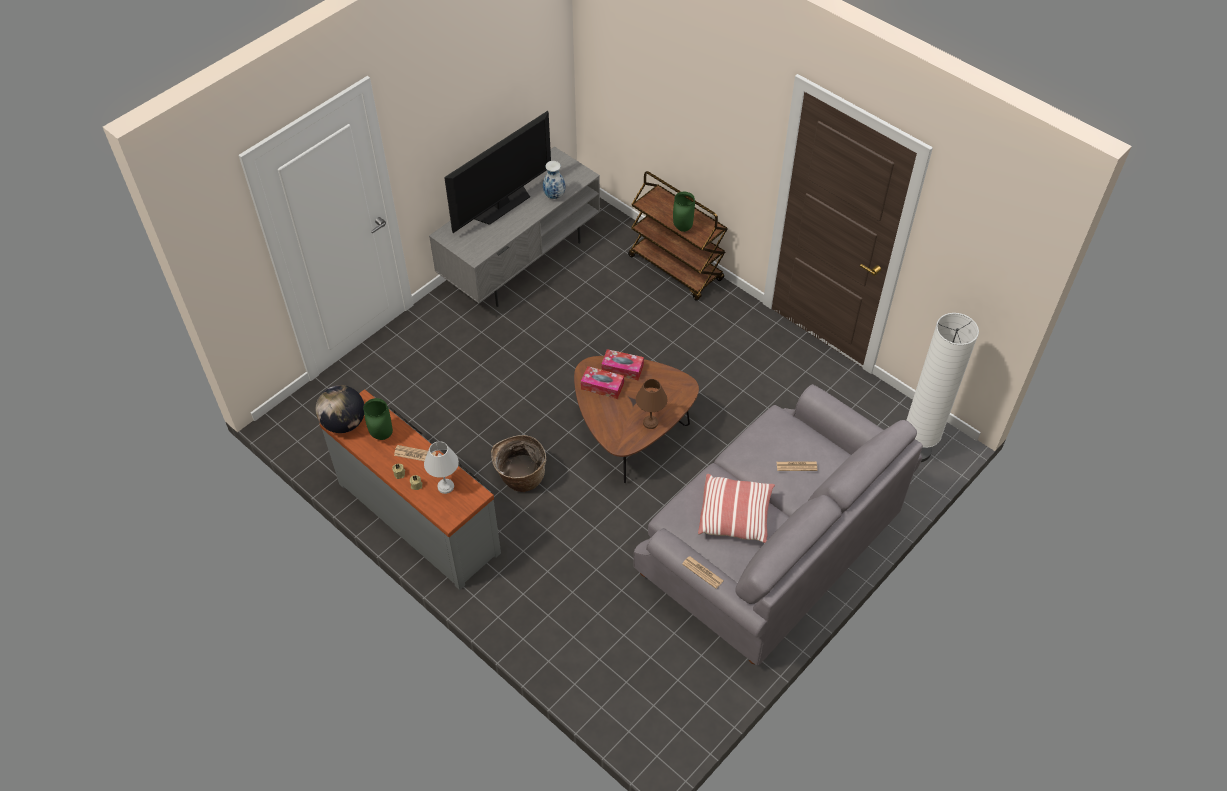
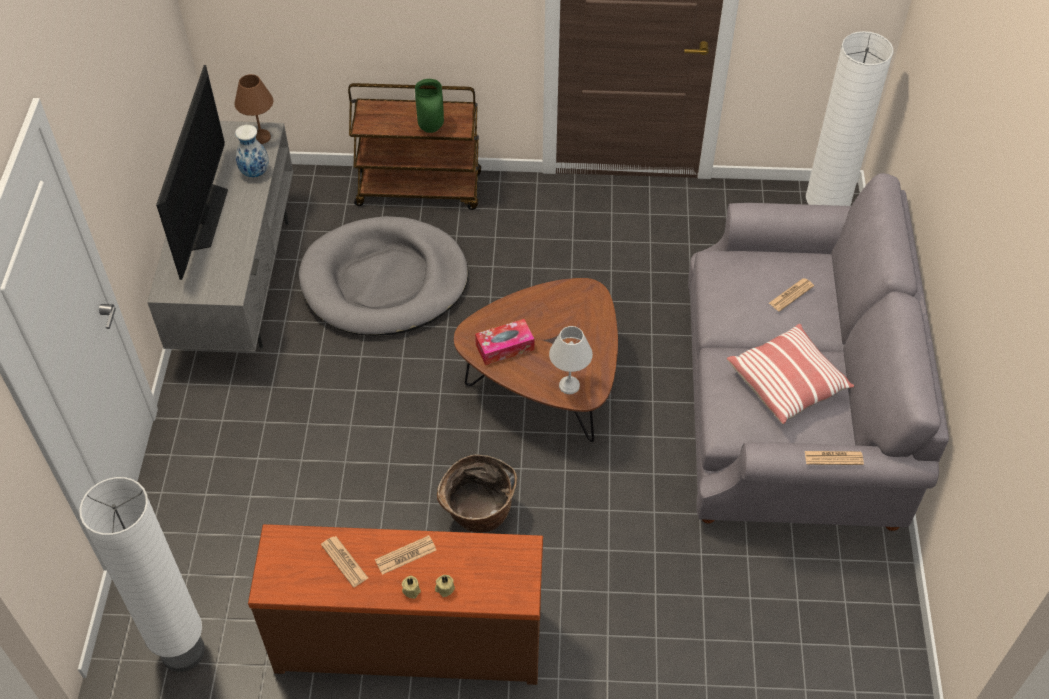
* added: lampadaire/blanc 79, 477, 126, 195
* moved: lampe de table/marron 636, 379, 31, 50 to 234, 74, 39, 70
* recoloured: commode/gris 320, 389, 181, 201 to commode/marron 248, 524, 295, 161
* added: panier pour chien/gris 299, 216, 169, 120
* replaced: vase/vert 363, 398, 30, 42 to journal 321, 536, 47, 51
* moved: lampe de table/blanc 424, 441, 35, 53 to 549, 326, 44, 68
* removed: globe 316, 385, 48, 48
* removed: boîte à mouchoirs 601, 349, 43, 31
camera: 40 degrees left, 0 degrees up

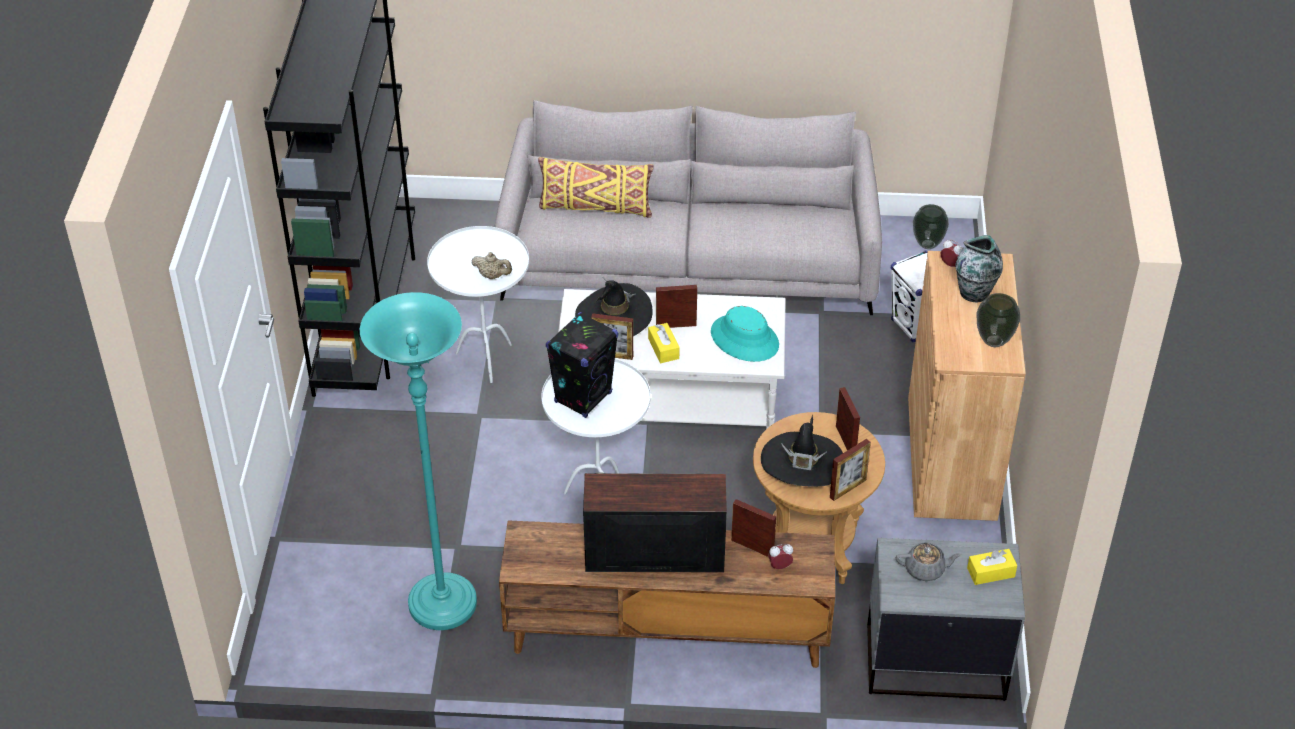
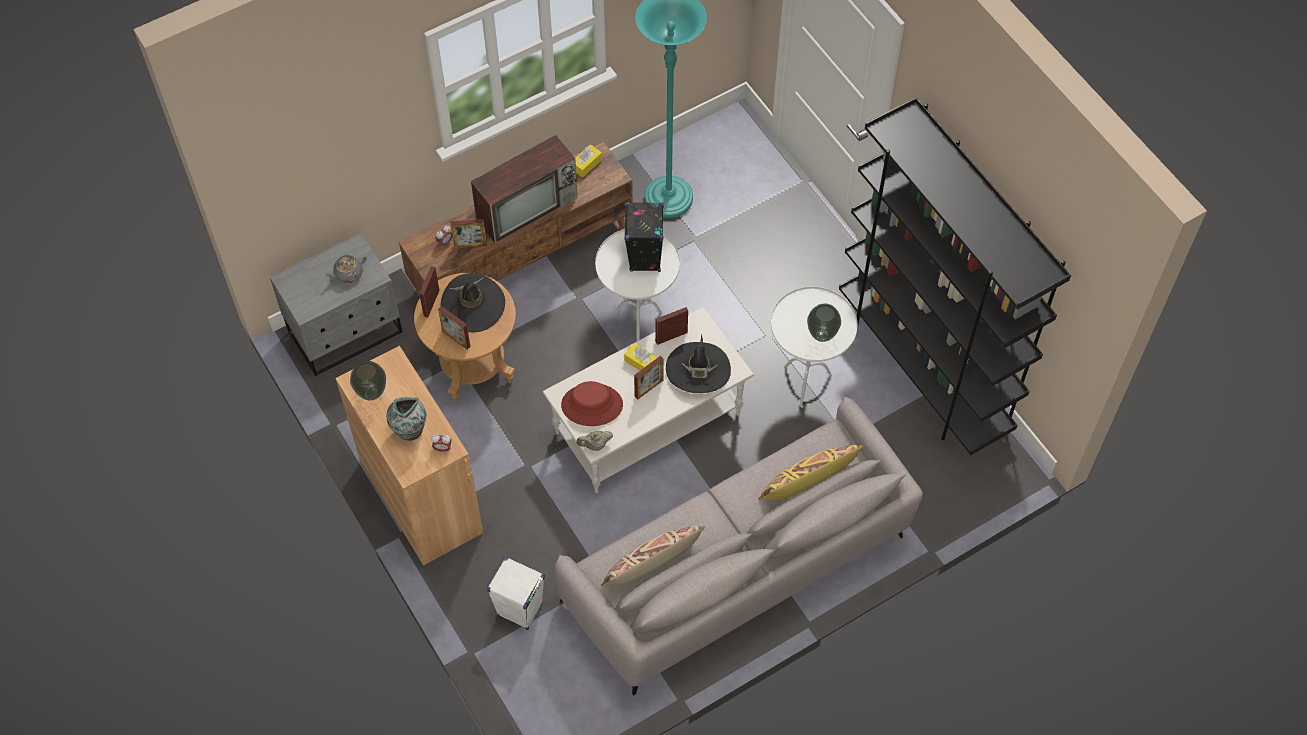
* recoloured: chapeau/turquoise 711, 306, 68, 56 to chapeau/rouge 561, 381, 62, 45
* moved: boîte à mouchoirs/jaune 967, 549, 50, 36 to 575, 144, 27, 34
* moved: théière/beige 471, 252, 41, 27 to 577, 431, 36, 20
* added: coussin/beige 601, 526, 104, 60
* moved: vase 913, 204, 36, 45 to 807, 304, 34, 38
camera: 145 degrees right, 15 degrees up

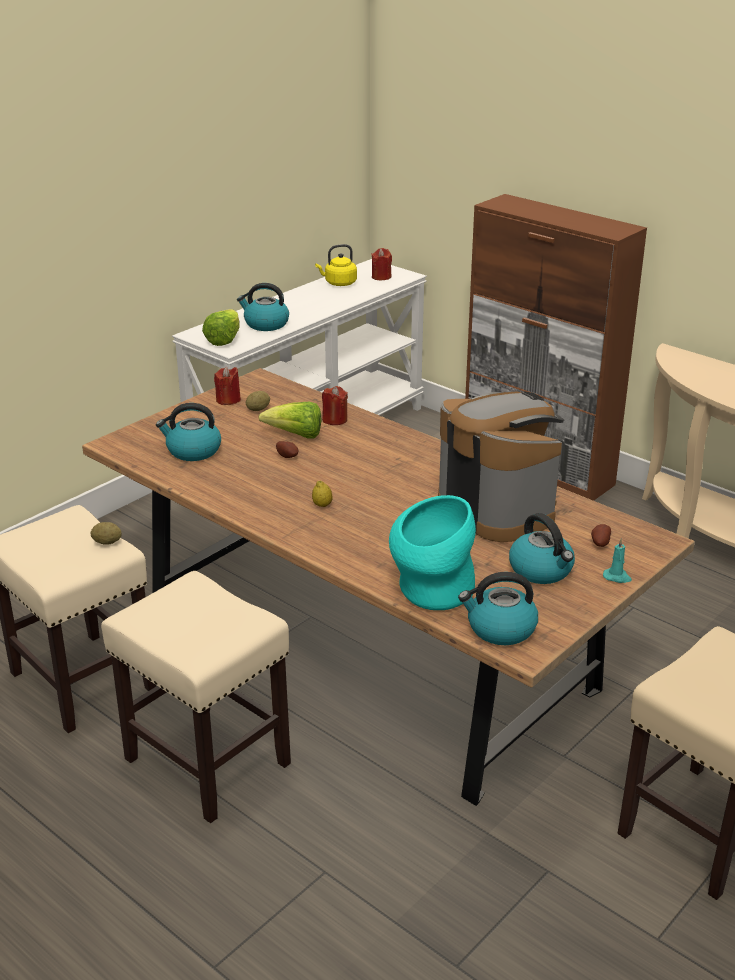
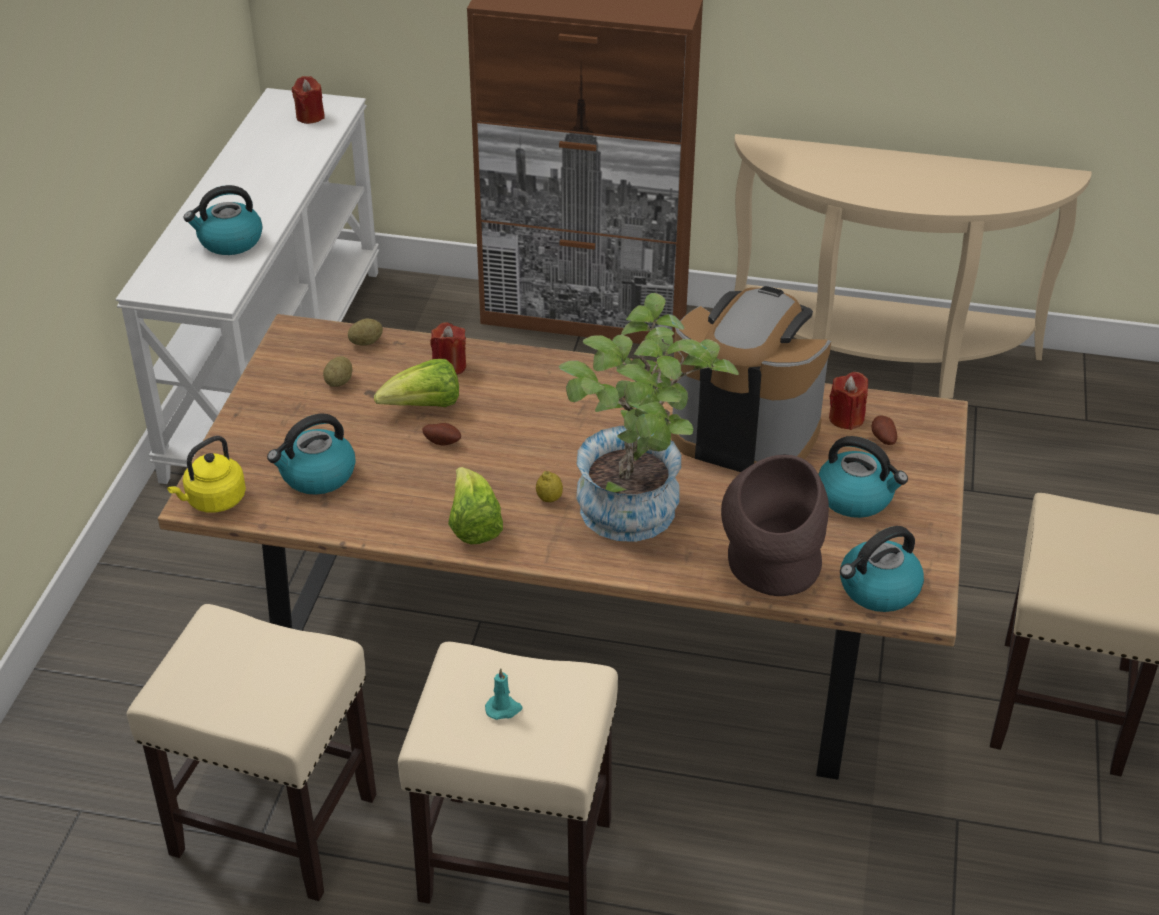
* moved: bouilloire/jaune 315, 244, 42, 42 to 167, 436, 79, 77
* moved: pomme de terre 91, 522, 31, 23 to 348, 318, 35, 28
* moved: laitue 202, 309, 38, 37 to 448, 467, 55, 77
* moved: bougie/turquoise 603, 538, 29, 45 to 485, 668, 38, 52
* added: plante en pot 559, 293, 180, 249
* recoloured: vase/turquoise 389, 495, 87, 115 to vase/marron 721, 455, 108, 141
* moved: bougie/rouge 214, 366, 27, 39 to 829, 372, 39, 58
camera: 30 degrees left, 10 degrees up

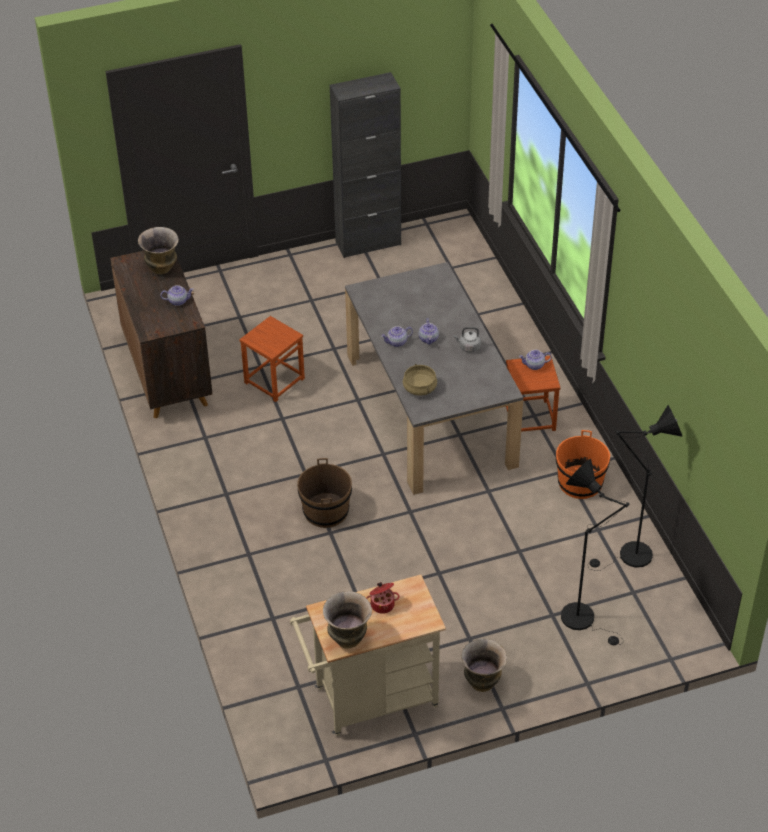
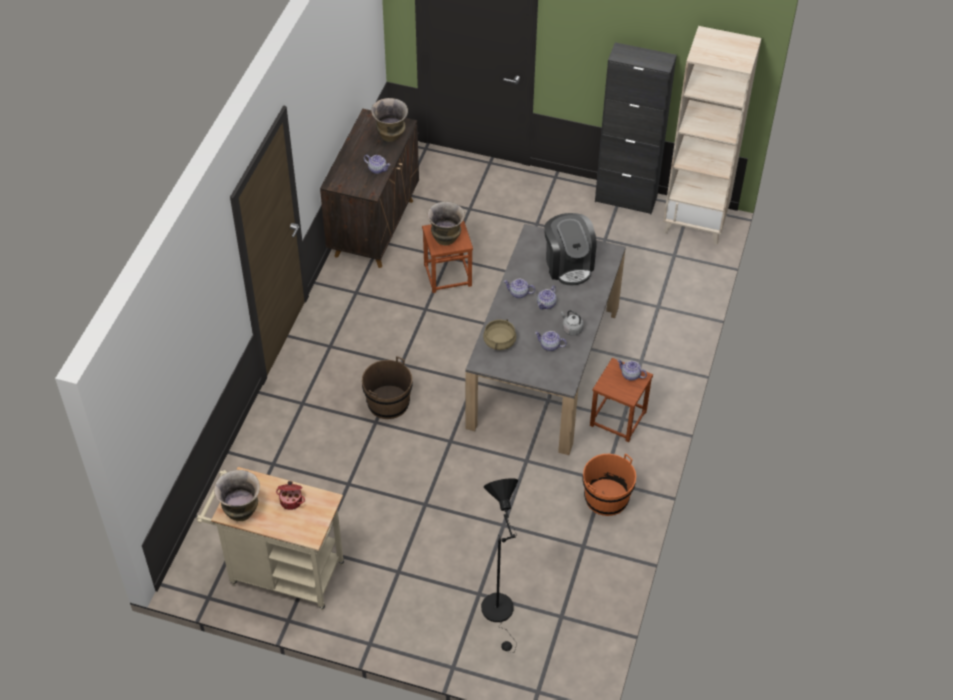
* moved: vase 461, 639, 46, 53 to 427, 201, 38, 45
* added: théière 535, 331, 32, 20
* added: machine à café 544, 213, 53, 72
* added: bibliothèque/beige 663, 26, 98, 219
* removed: lampadaire/noir 588, 405, 94, 166
camera: 35 degrees right, 5 degrees up

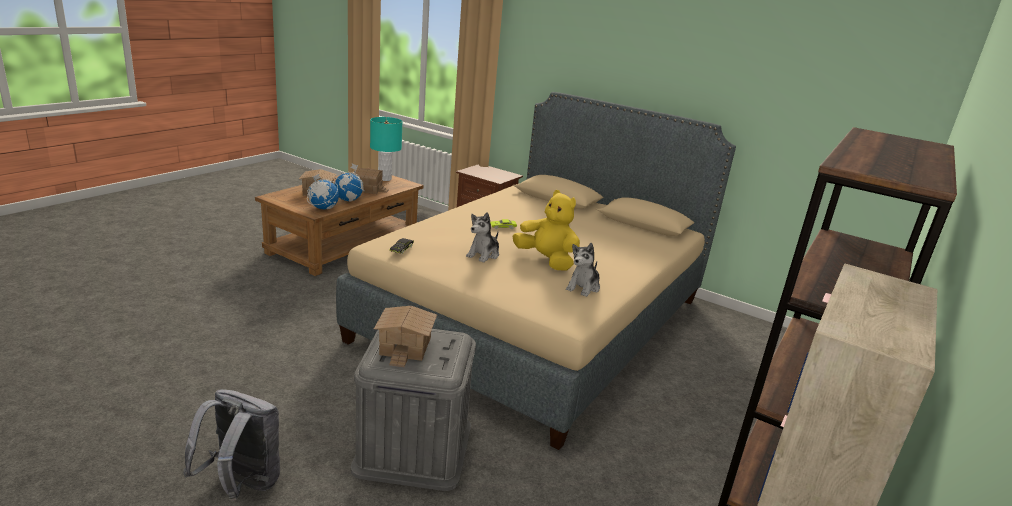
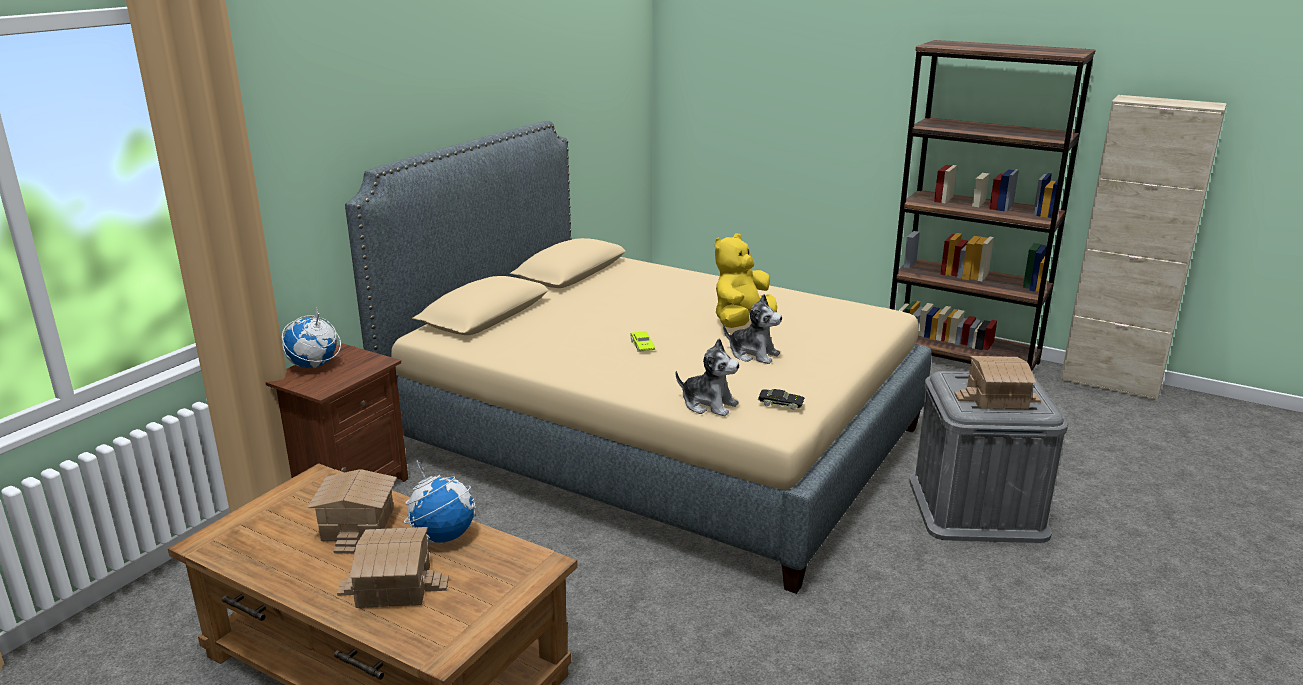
* moved: globe 307, 174, 32, 35 to 282, 307, 59, 61
* moved: peluche 566, 243, 34, 54 to 676, 338, 63, 78
* removed: sac à dos/gris 183, 389, 97, 112
* removed: lampe de table/turquoise 370, 117, 33, 64
camera: 90 degrees left, 0 degrees up

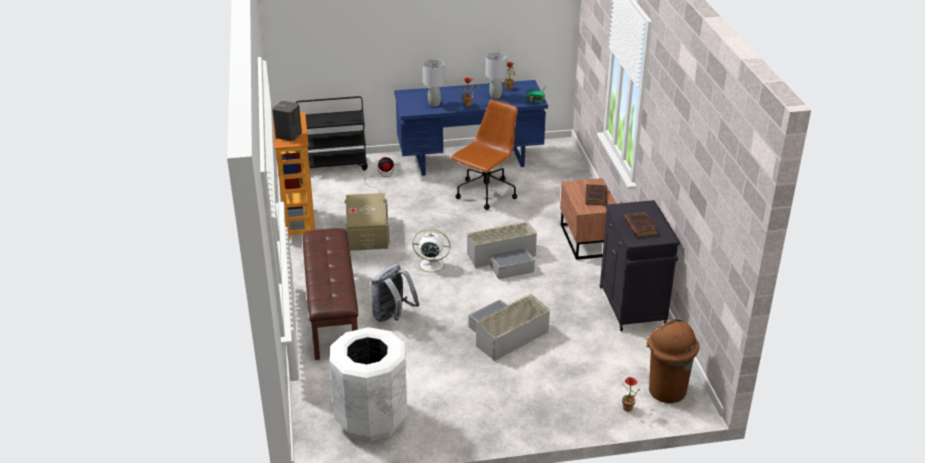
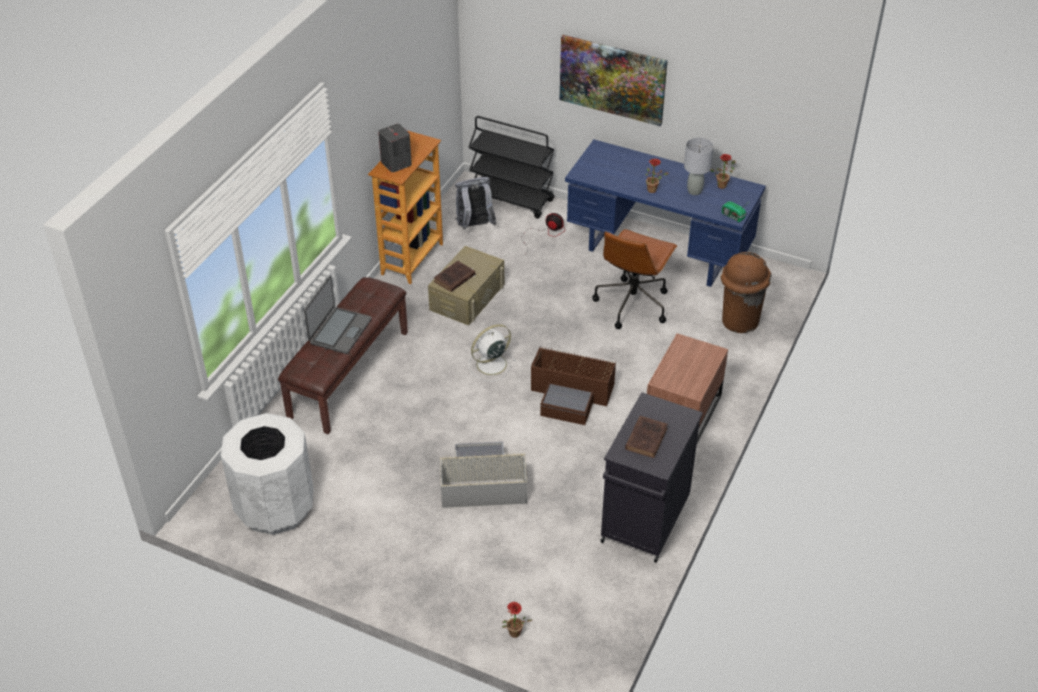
* added: ordinateur portable 304, 276, 68, 78
* moved: livre/marron 585, 184, 22, 21 to 434, 261, 41, 31
* moved: sac à dos/gris 371, 264, 49, 58 to 455, 177, 41, 53
* turned: ventilateur/blanc 412, 229, 39, 47 = 469, 324, 47, 58 75 degrees counterclockwise
* recoloured: boîte de rangement/gris 467, 221, 70, 58 to boîte de rangement/marron 531, 347, 85, 78
* added: tableau 560, 35, 108, 91
* turned: chaise de bureau/marron 450, 99, 68, 111 = 592, 229, 85, 100 135 degrees clockwise
* moved: poubelle/marron 647, 319, 52, 84 to 721, 252, 51, 81
* removed: lampe de table/gris 423, 59, 22, 48
camera: 35 degrees right, 10 degrees up

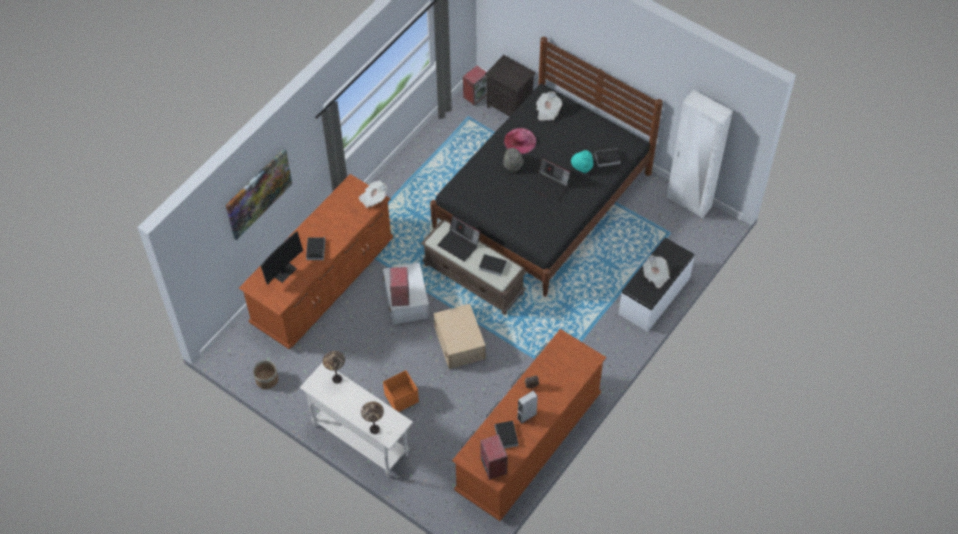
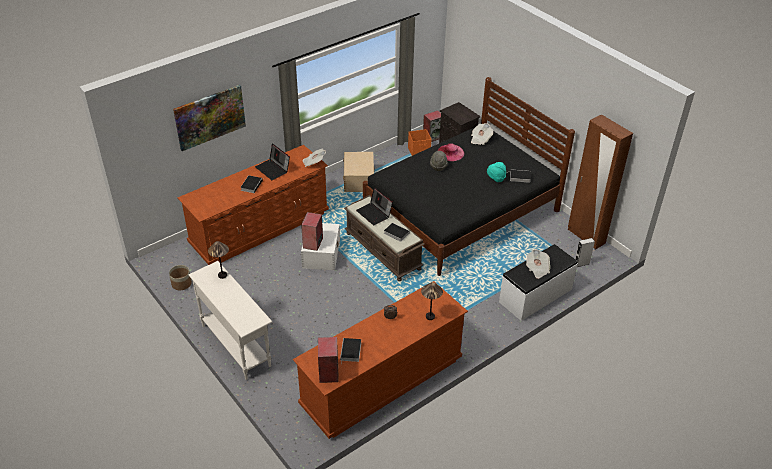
* moved: ordinateur portable 527, 157, 44, 45 to 255, 144, 35, 36
* moved: boîte de rangement/beige 433, 304, 53, 65 to 343, 152, 32, 40
* moved: boîte de rangement/orange 383, 370, 36, 42 to 408, 129, 24, 27
* moved: lampe de table 361, 401, 23, 33 to 421, 282, 22, 38
* recoloured: armoire/blanc 667, 90, 66, 128 to armoire/marron 568, 114, 65, 136
* moved: enceinte/gris 517, 391, 21, 33 to 575, 238, 20, 29
* removed: écran d'ordinateur 260, 232, 43, 52
camera: 15 degrees right, 15 degrees down

